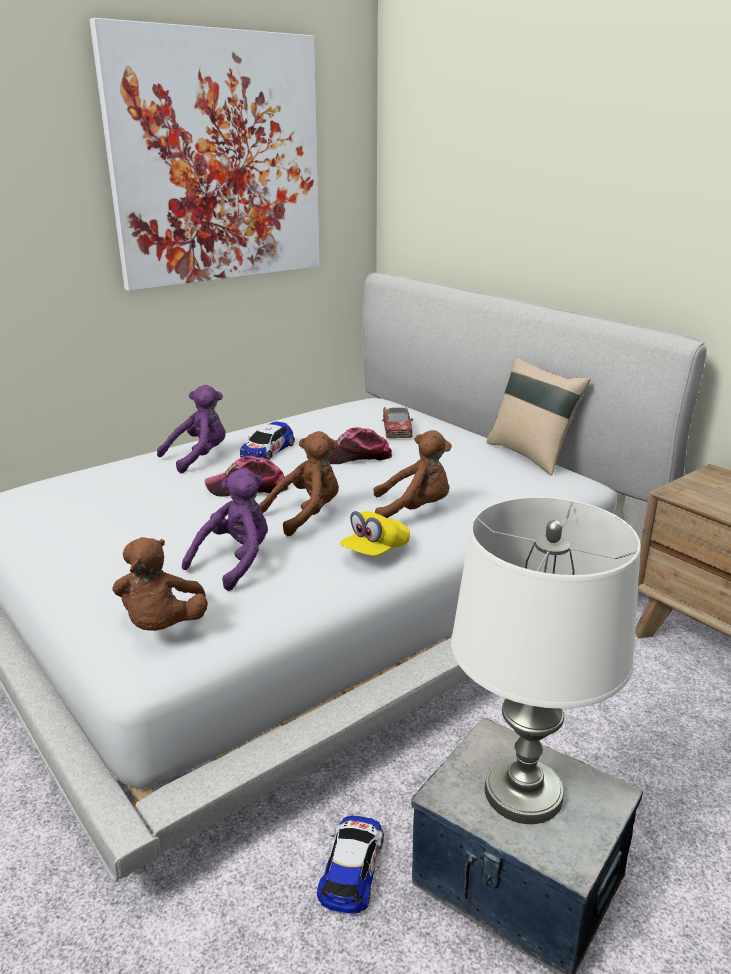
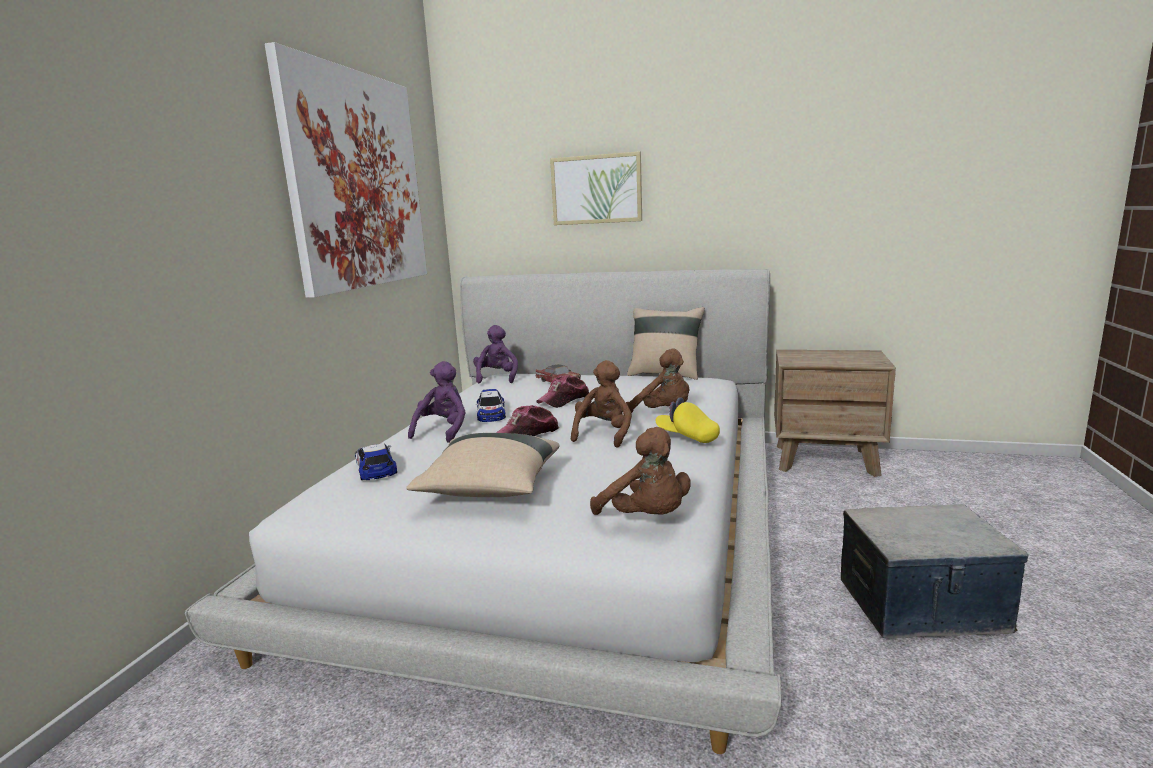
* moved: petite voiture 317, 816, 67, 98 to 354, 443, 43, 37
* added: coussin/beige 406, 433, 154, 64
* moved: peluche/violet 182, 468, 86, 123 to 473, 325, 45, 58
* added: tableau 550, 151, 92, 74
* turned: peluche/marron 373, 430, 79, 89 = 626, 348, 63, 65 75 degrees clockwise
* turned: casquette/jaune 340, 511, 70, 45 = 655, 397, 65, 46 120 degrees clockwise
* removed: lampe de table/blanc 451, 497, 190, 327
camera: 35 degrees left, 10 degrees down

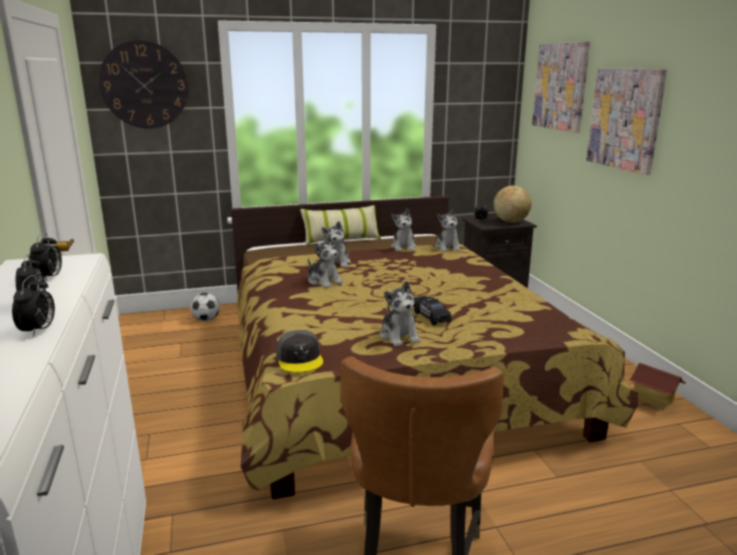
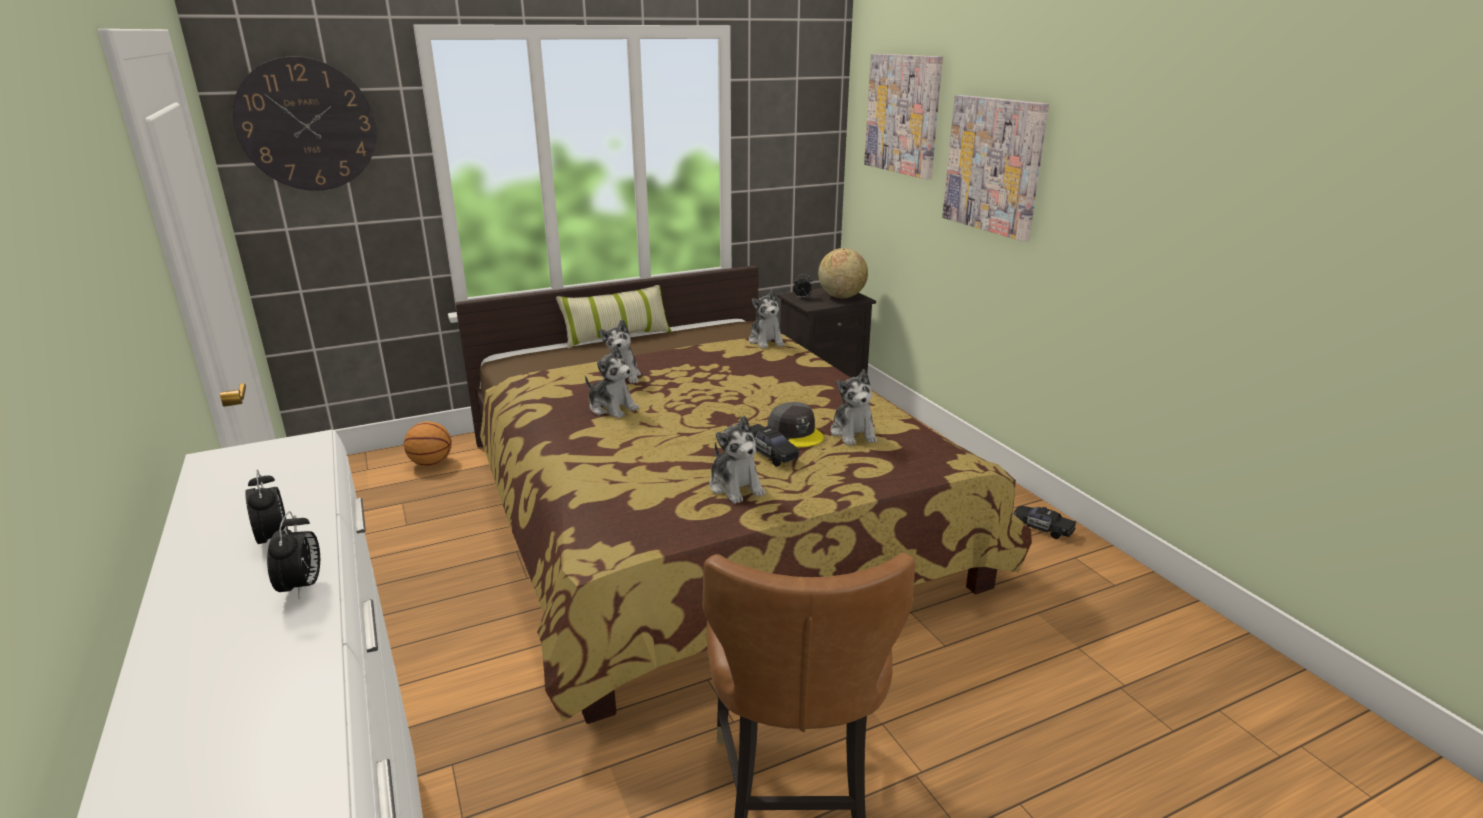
* replaced: ballon de foot 190, 293, 30, 28 to ballon de basket 404, 421, 48, 45
* moved: casquette/gris 276, 330, 47, 43 to 767, 402, 57, 46
* moved: peluche 391, 208, 26, 44 to 831, 369, 46, 77
* replaced: maison miniature 629, 363, 57, 47 to petite voiture/noir 1013, 506, 63, 33
* removed: réveil 29, 233, 33, 48
camera: 10 degrees left, 5 degrees up

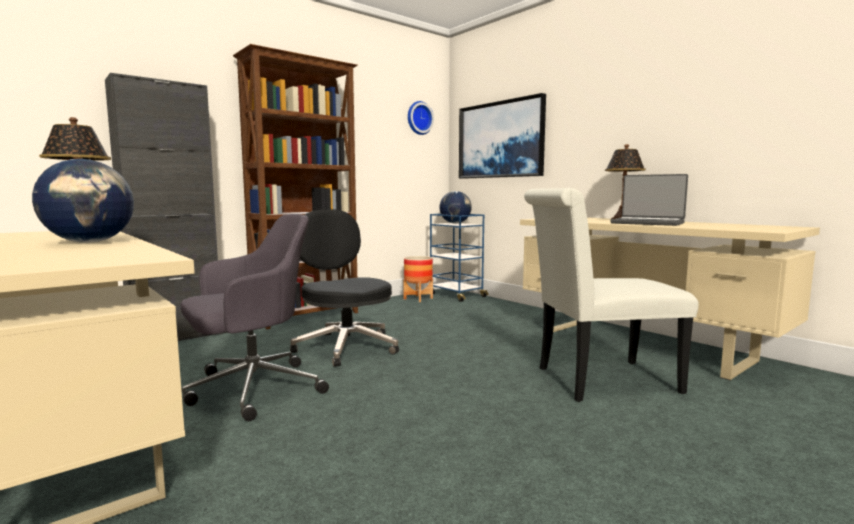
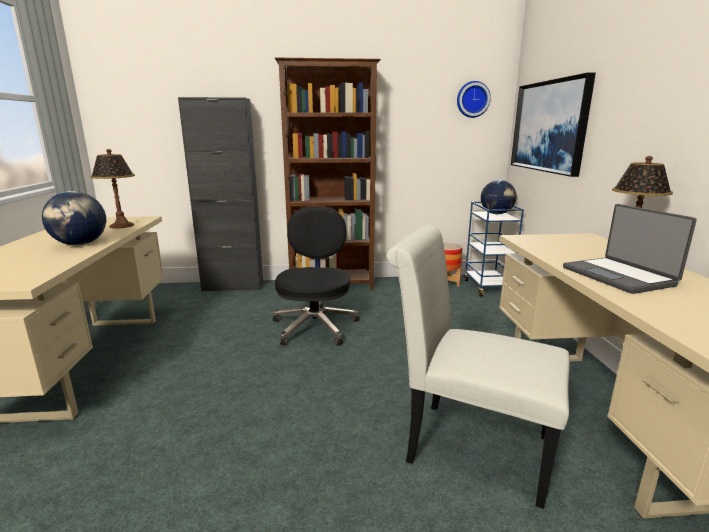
* removed: chaise de bureau/gris 181, 214, 148, 207
camera: 35 degrees right, 10 degrees up

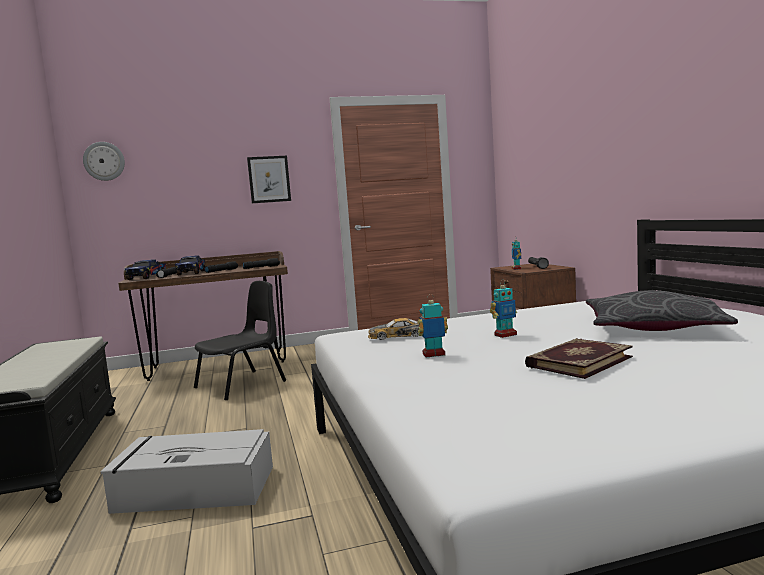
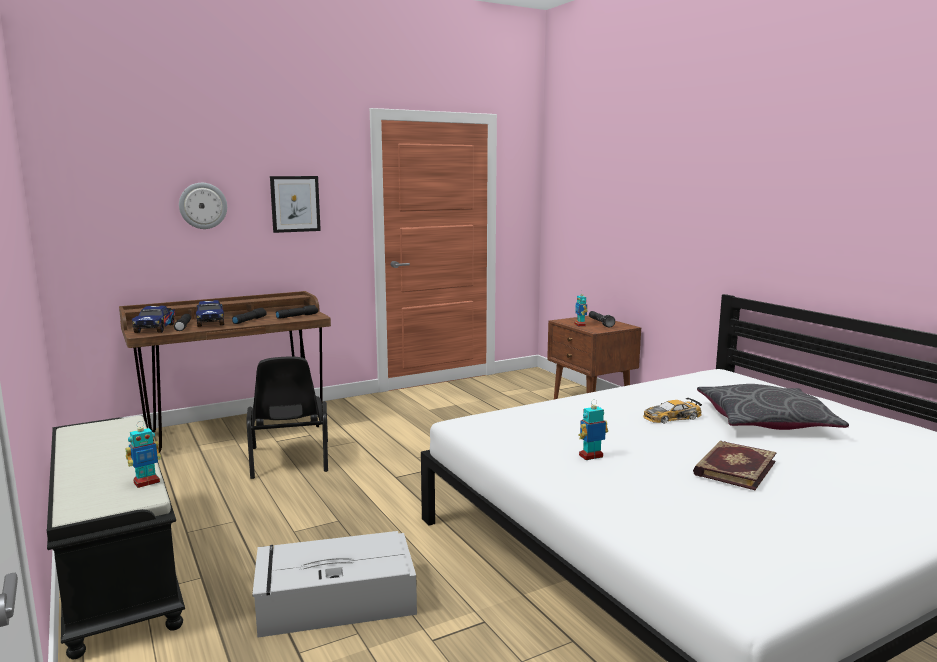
* moved: robot jouet 490, 281, 27, 57 to 126, 421, 35, 67
* moved: horloge murale 83, 142, 42, 39 to 179, 183, 48, 46
* turned: chaise/noir 194, 281, 92, 119 = 246, 357, 82, 122 135 degrees clockwise
* moved: petite voiture 368, 317, 52, 23 to 643, 398, 59, 26
camera: 15 degrees left, 5 degrees up

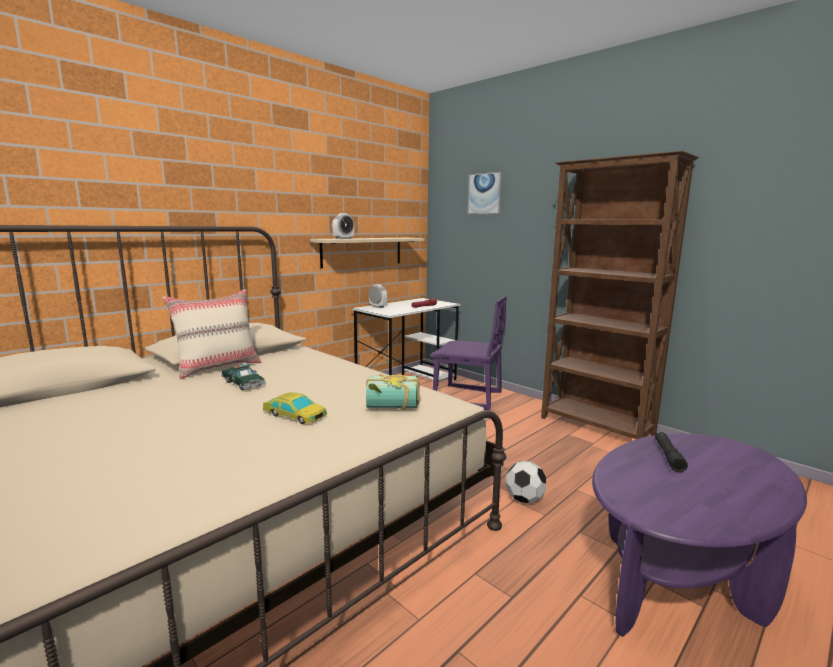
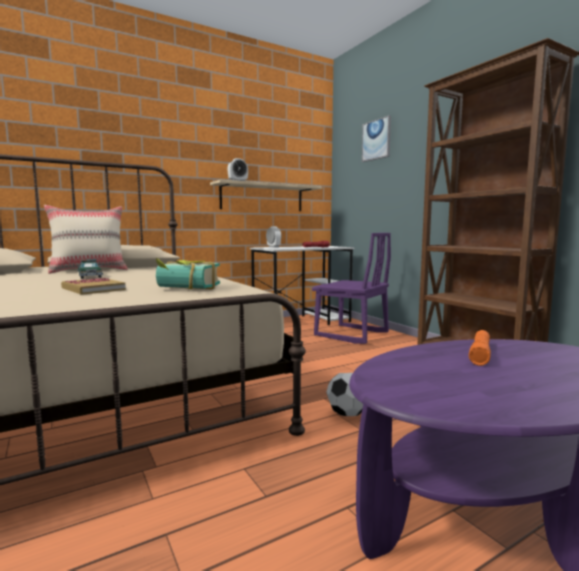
* replaced: petite voiture 263, 392, 64, 32 to livre 61, 278, 65, 17
* recoloured: lampe de poche/noir 655, 432, 33, 40 to lampe de poche/orange 469, 330, 22, 36
camera: 15 degrees right, 5 degrees down

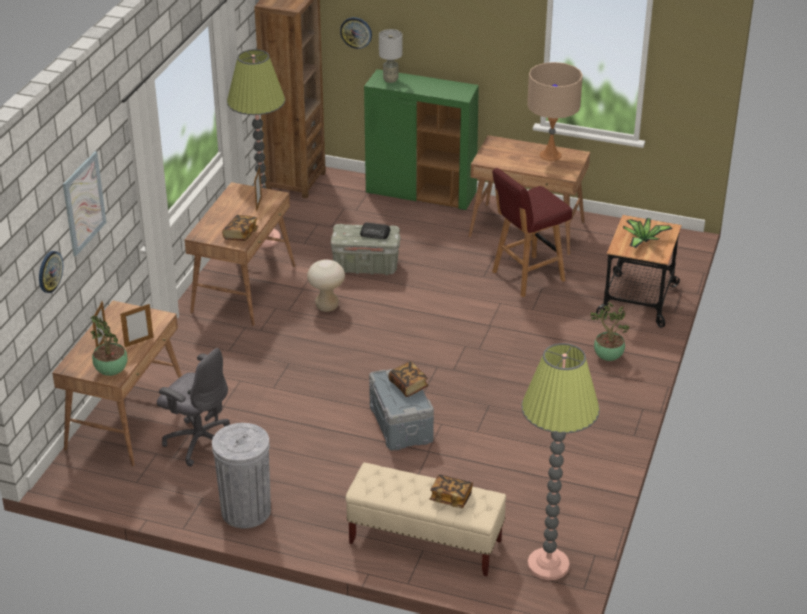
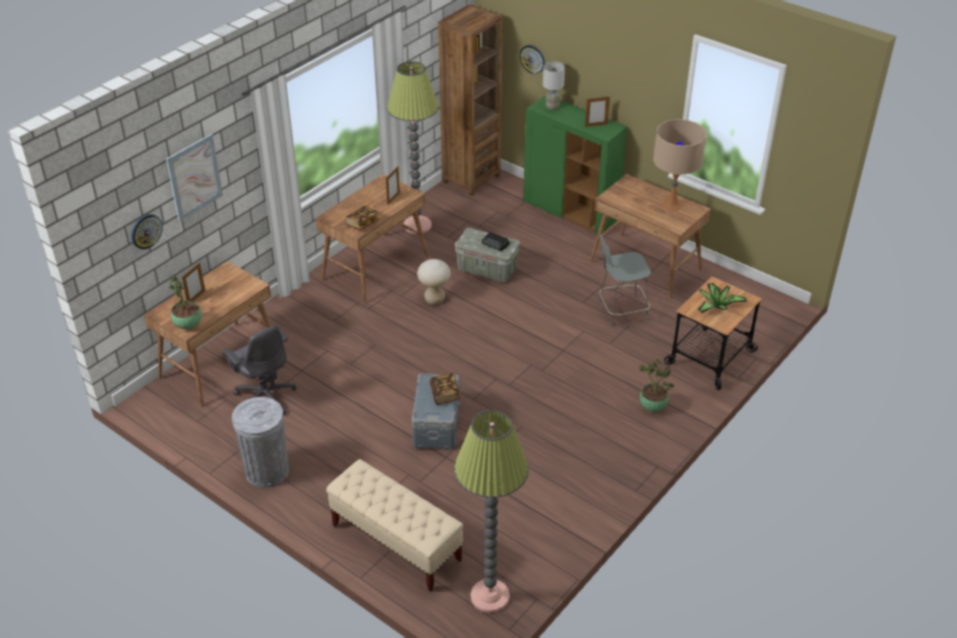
* moved: cadre photo 120, 304, 34, 43 to 585, 96, 25, 31
* replaced: tabouret/rouge 492, 168, 80, 129 to chaise/gris 599, 234, 52, 92
* removed: livre 430, 474, 43, 34
camera: 20 degrees right, 5 degrees up

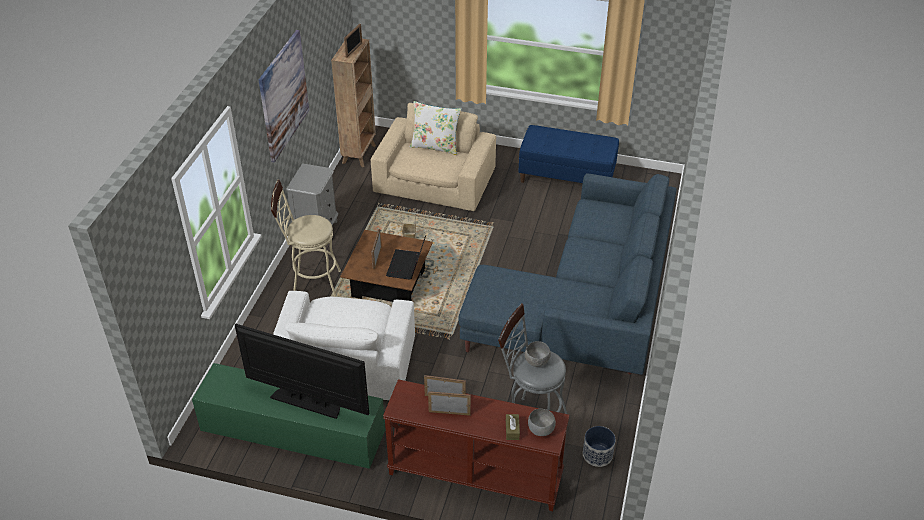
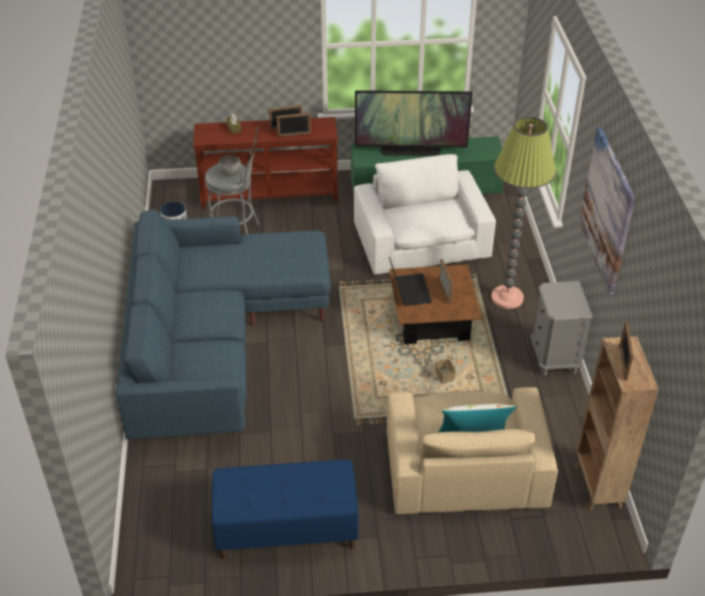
* replaced: tabouret/beige 271, 179, 70, 118 to lampadaire 491, 117, 65, 192
* removed: bol/gris 528, 409, 28, 27
camera: 160 degrees right, 0 degrees up

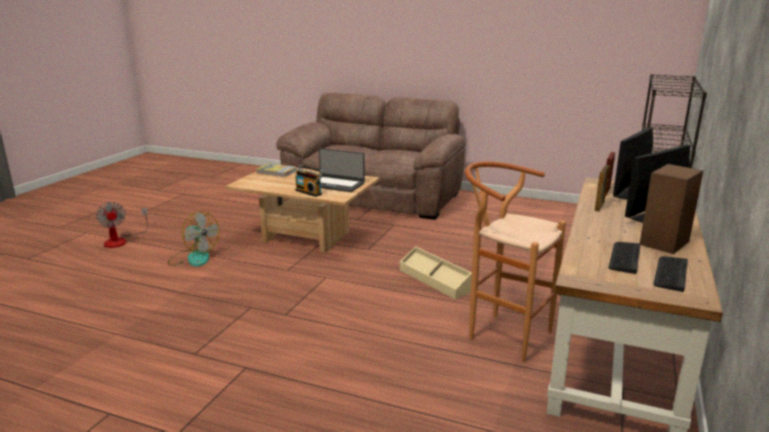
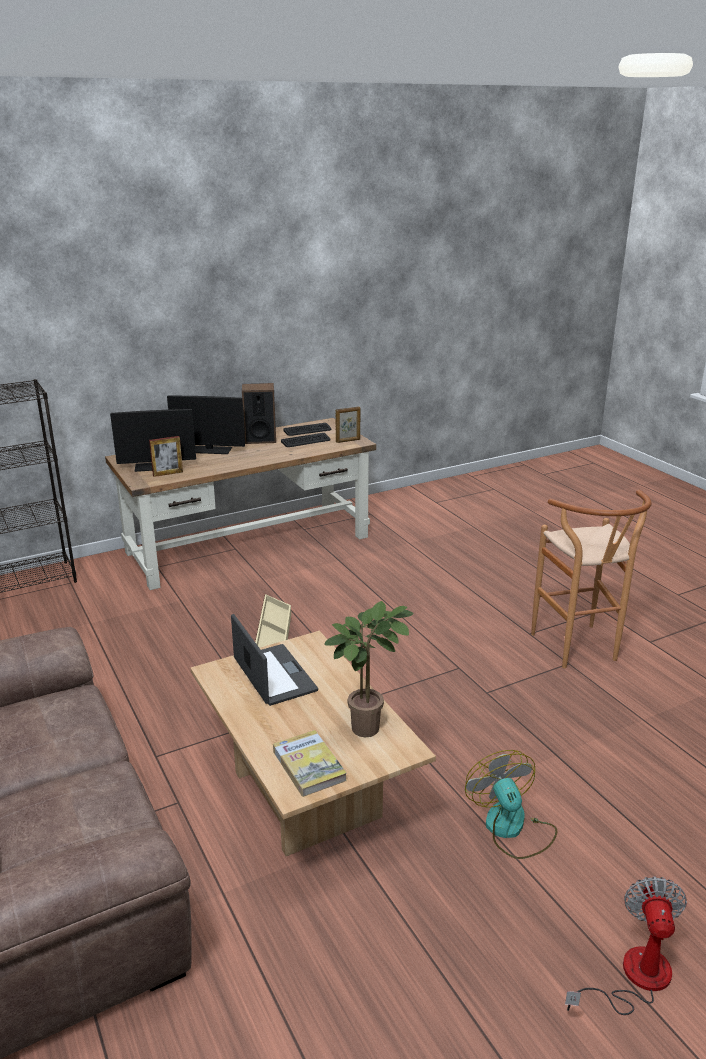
* added: plante en pot 324, 601, 90, 136
* moved: cadre photo 595, 165, 15, 46 to 336, 407, 24, 36
* moved: tabouret/marron 465, 161, 101, 201 to 531, 490, 121, 178
* removed: radio 295, 165, 29, 32
camera: 140 degrees left, 5 degrees up

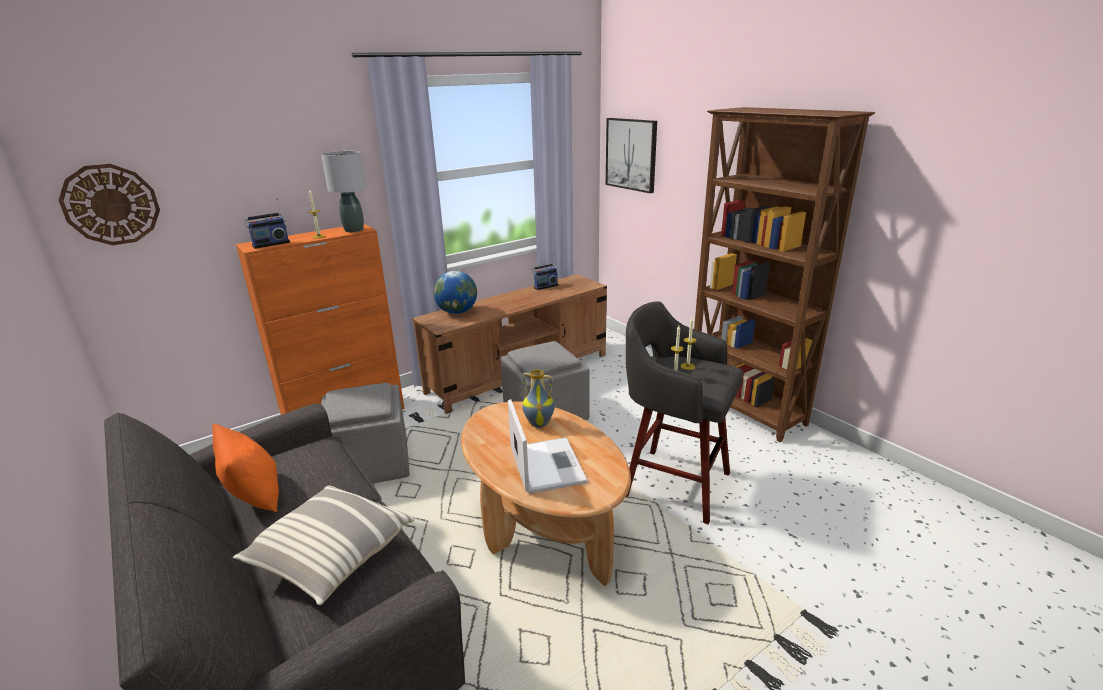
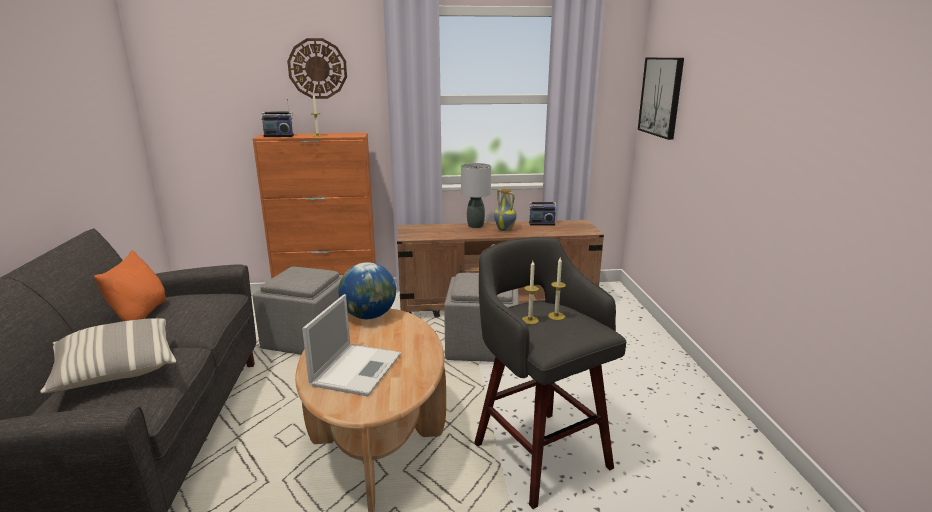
* moved: horloge murale 59, 164, 101, 81 to 287, 38, 60, 61
* moved: globe 433, 271, 44, 43 to 338, 262, 58, 57
* moved: lampe de table/gris 321, 151, 45, 81 to 461, 163, 30, 65
* moved: vase 522, 370, 33, 58 to 494, 189, 23, 42
* removed: bibliothèque/marron 694, 107, 181, 335
camera: 30 degrees right, 5 degrees down

